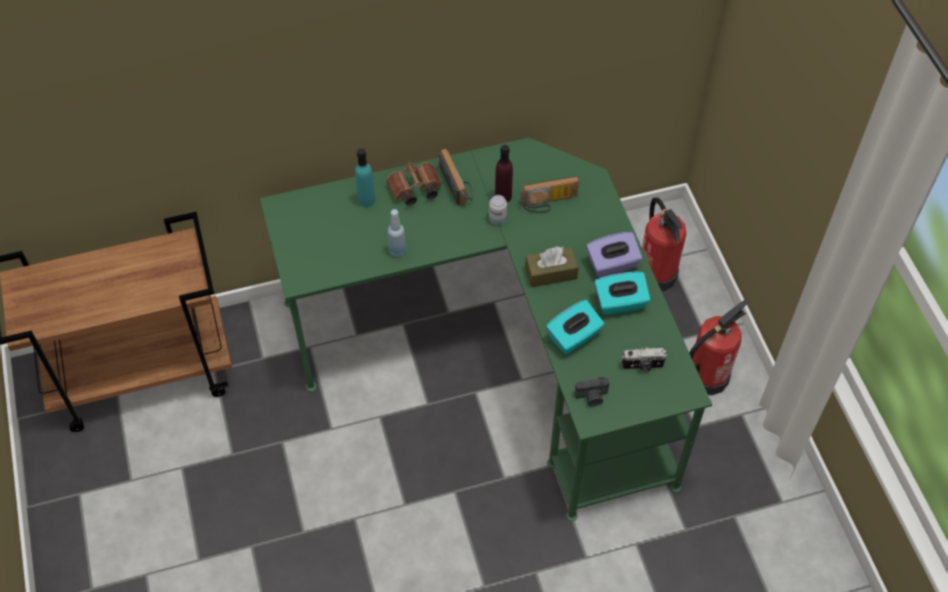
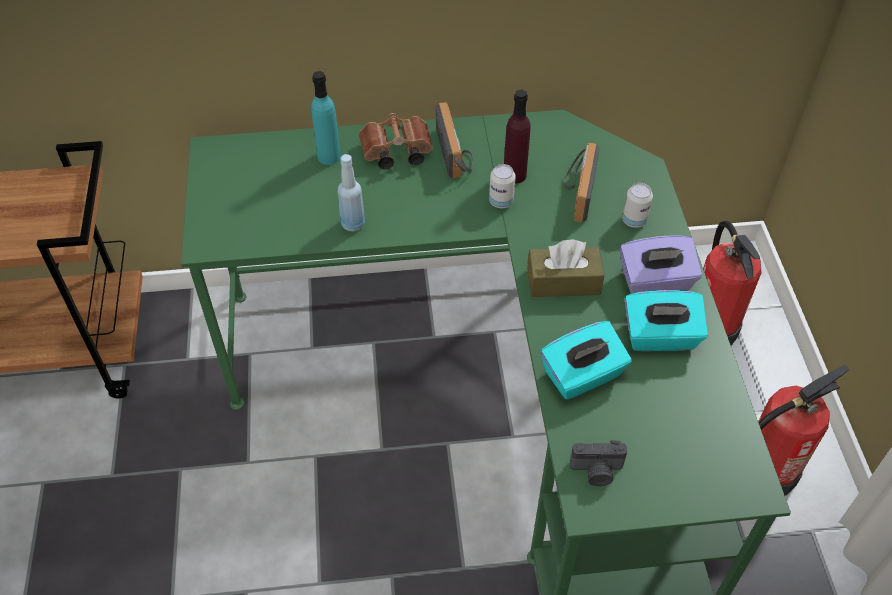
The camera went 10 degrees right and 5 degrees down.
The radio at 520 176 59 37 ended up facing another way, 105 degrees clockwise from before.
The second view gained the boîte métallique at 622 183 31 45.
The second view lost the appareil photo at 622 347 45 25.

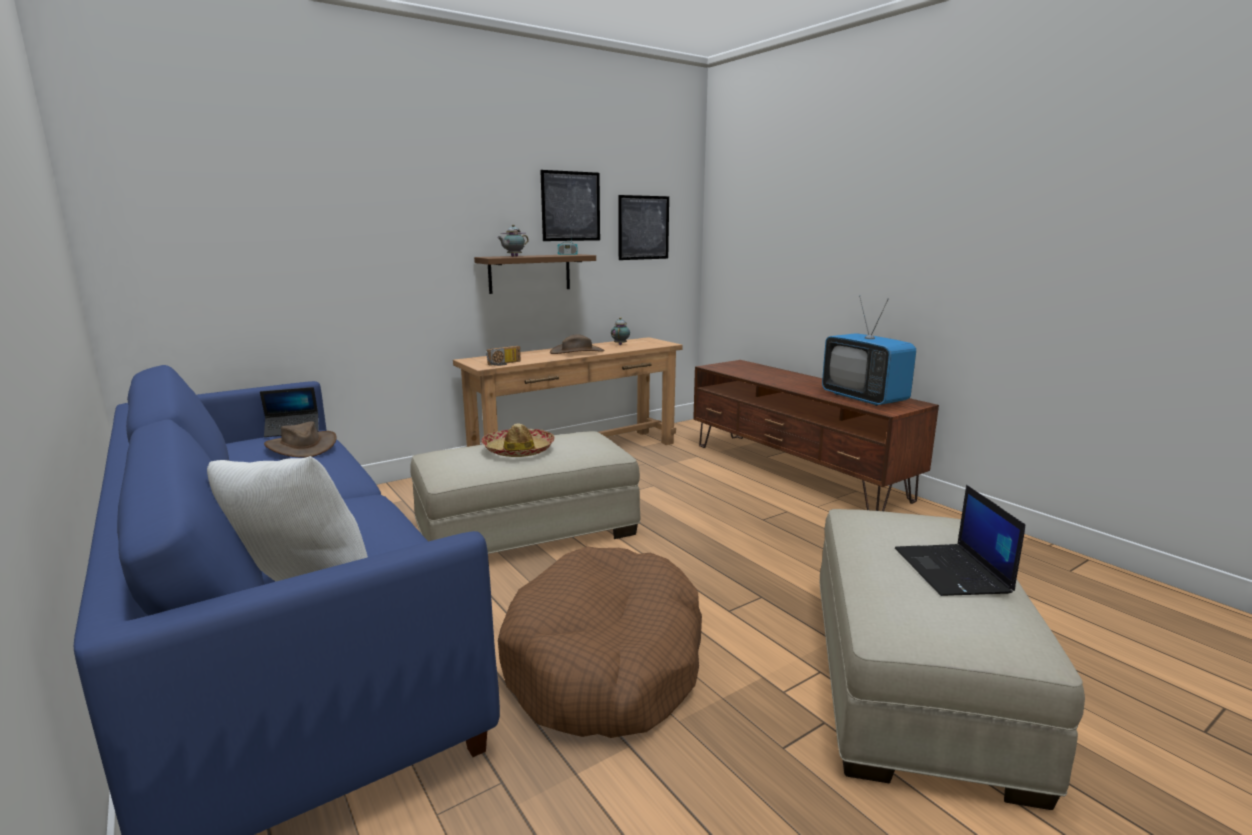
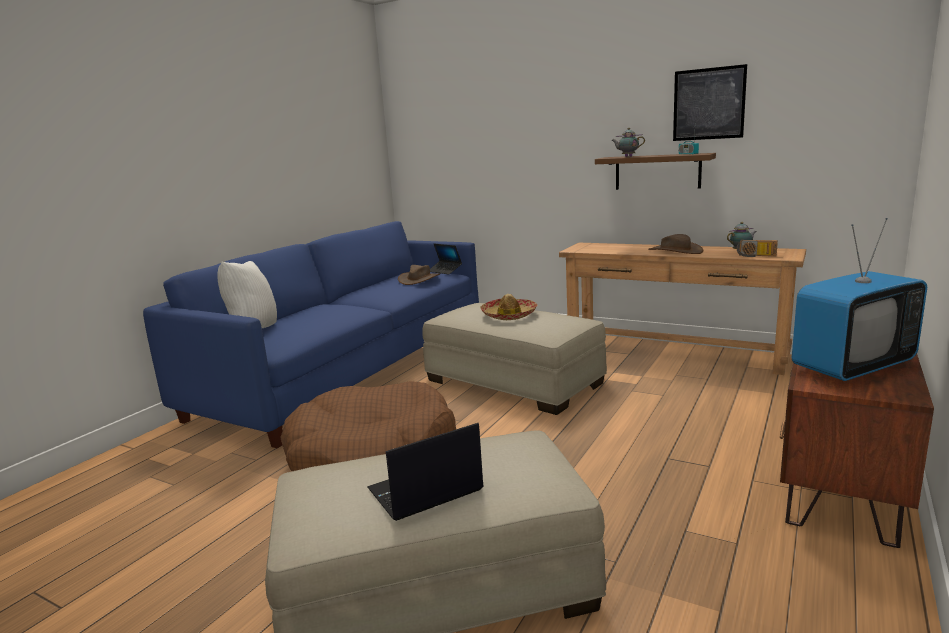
The camera went 65 degrees right and 0 degrees up.
The radio ended up elsewhere, having gone from 486 346 35 20 to 737 240 41 17.
The téléviseur at 822 295 94 111 ended up facing another way, 150 degrees counterclockwise from before.
The second view lost the tableau at 618 195 51 65.

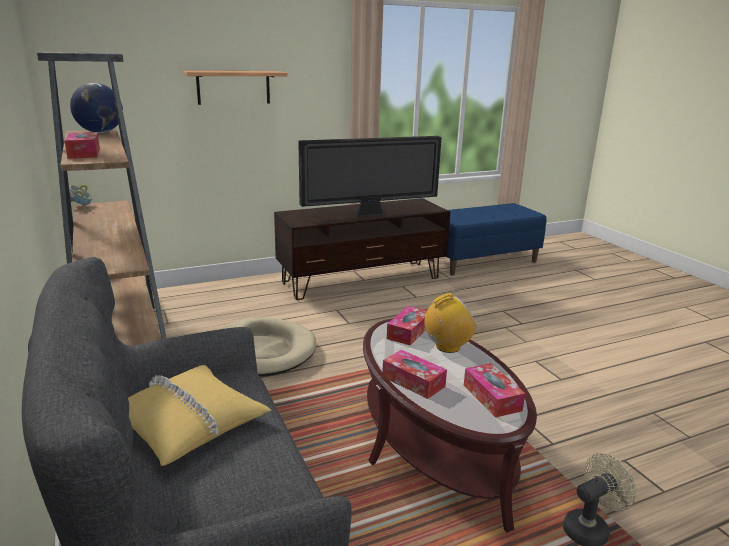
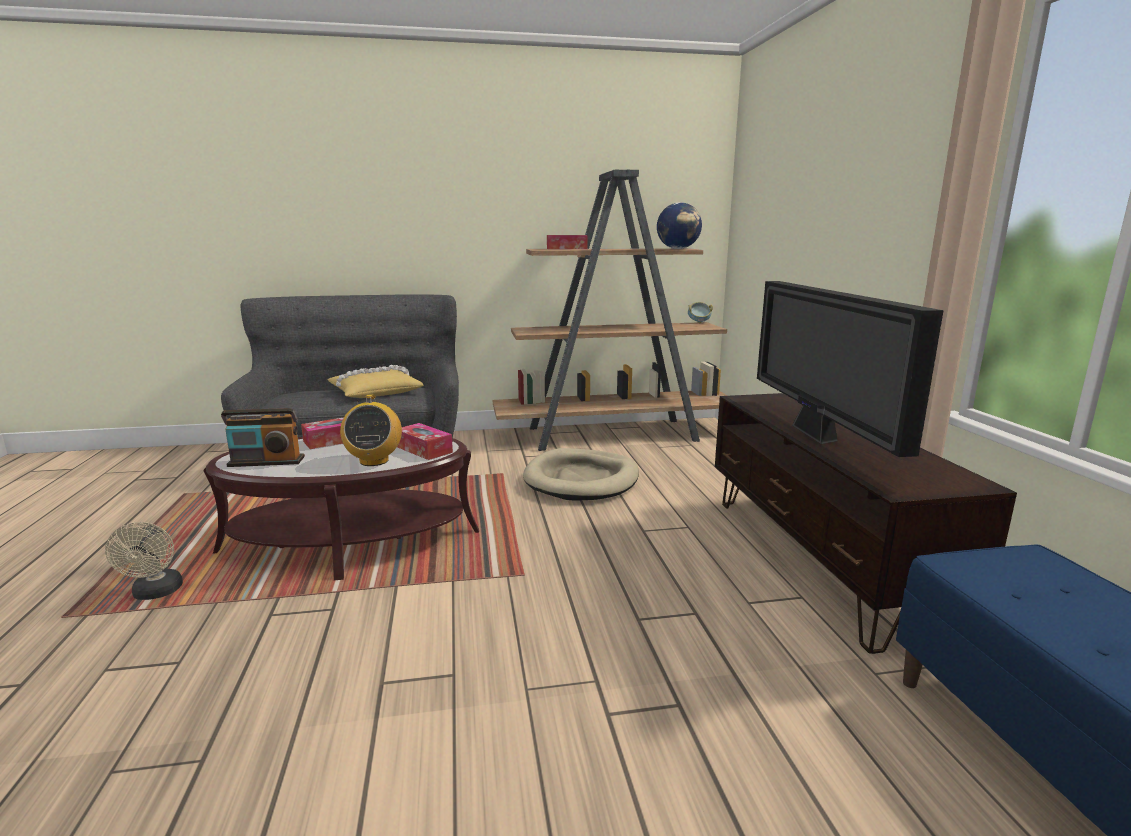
The camera went 105 degrees right and 5 degrees down.
Where the boîte à mouchoirs stood at 464 363 61 55, the radio came to stand at 221 408 84 59.
The second view lost the étagère at 183 71 105 34.

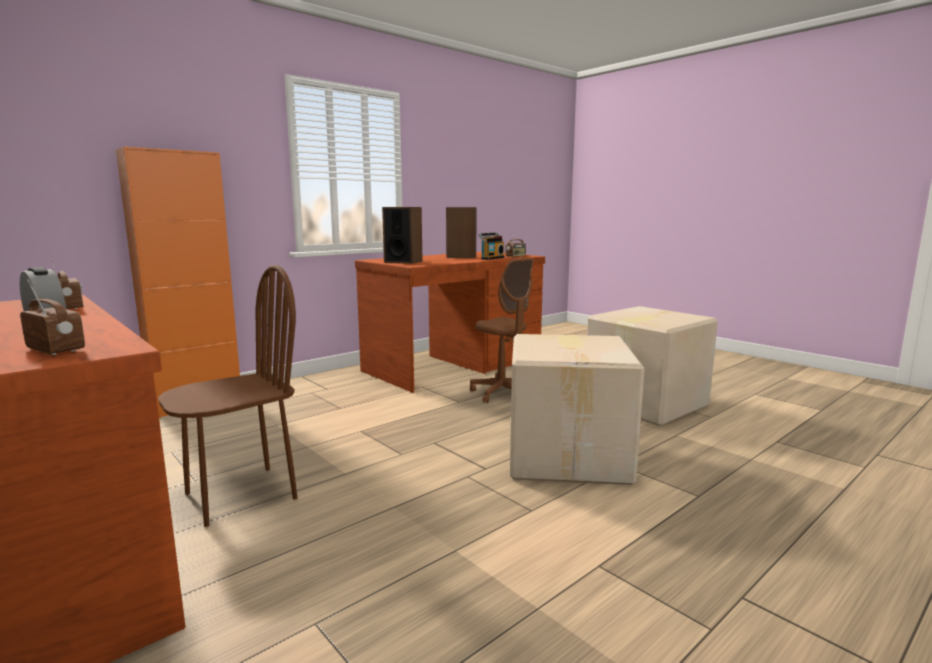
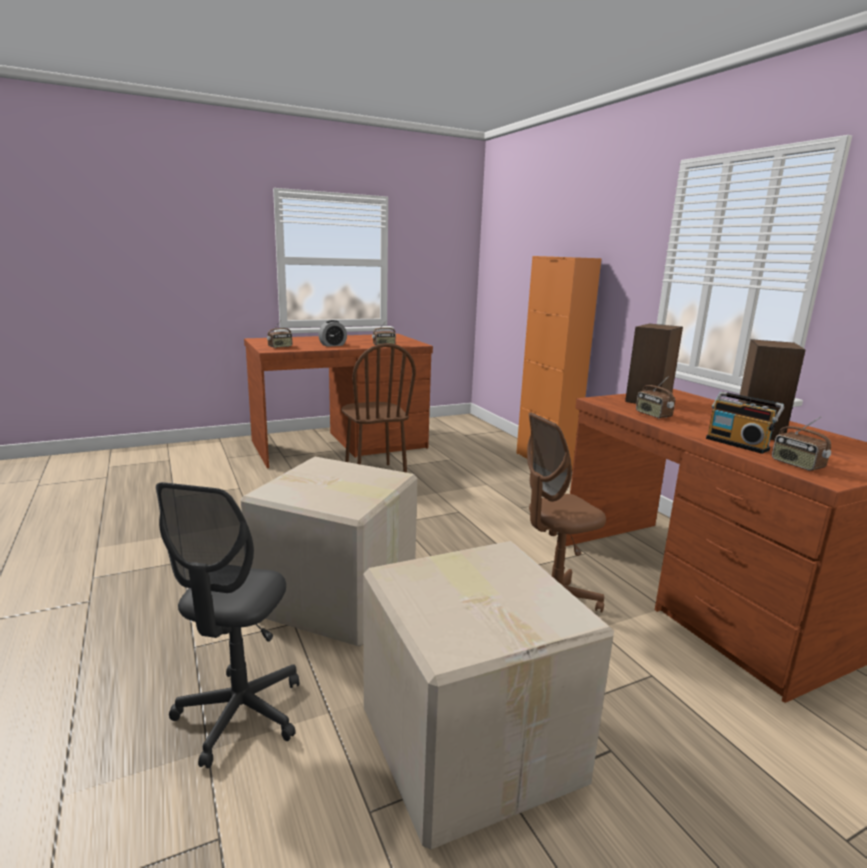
The camera went 105 degrees right and 5 degrees up.
The second view gained the chaise de bureau (gris) at 156 482 143 286.
The second view gained the radio at 636 376 39 43.

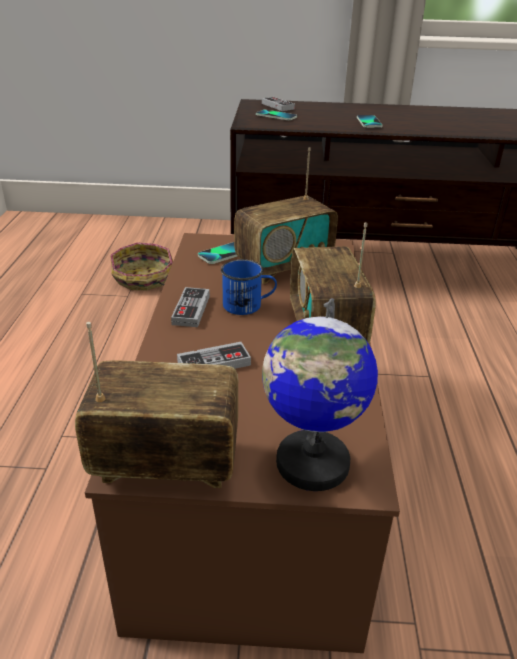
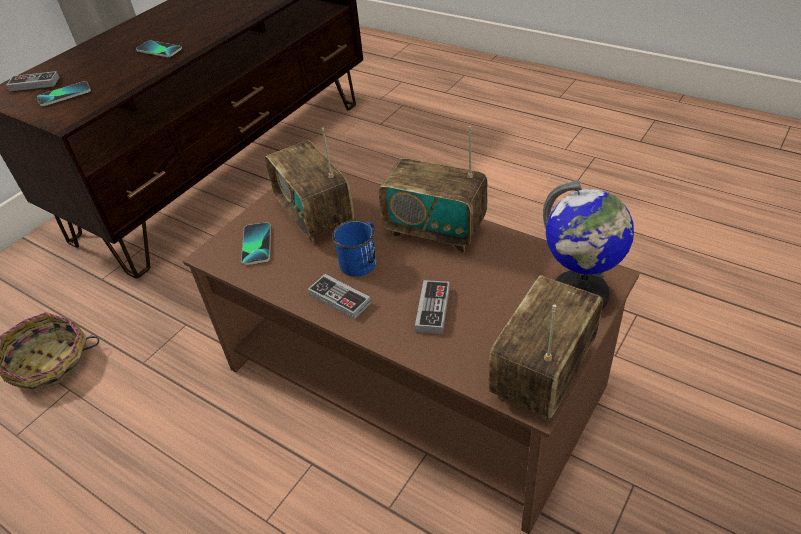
The camera went 55 degrees left and 10 degrees up.
The radio at 234 147 104 137 ended up facing another way, 150 degrees clockwise from before.

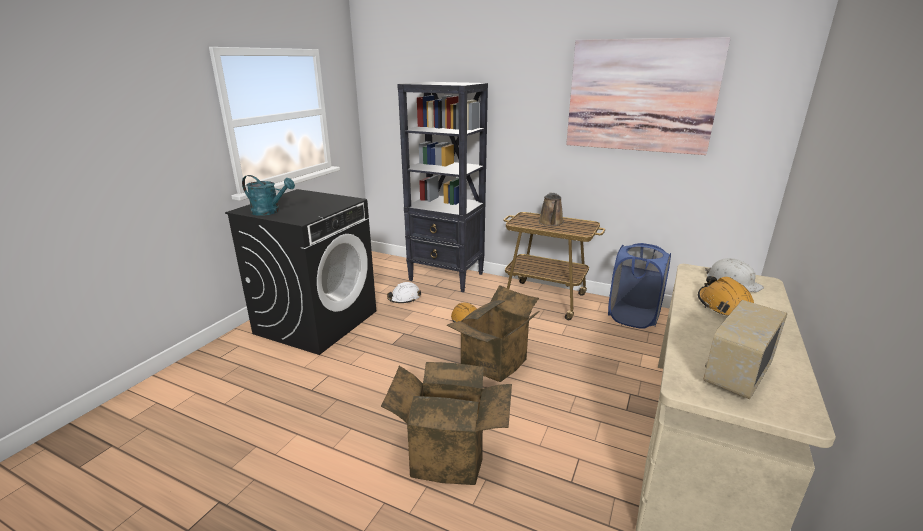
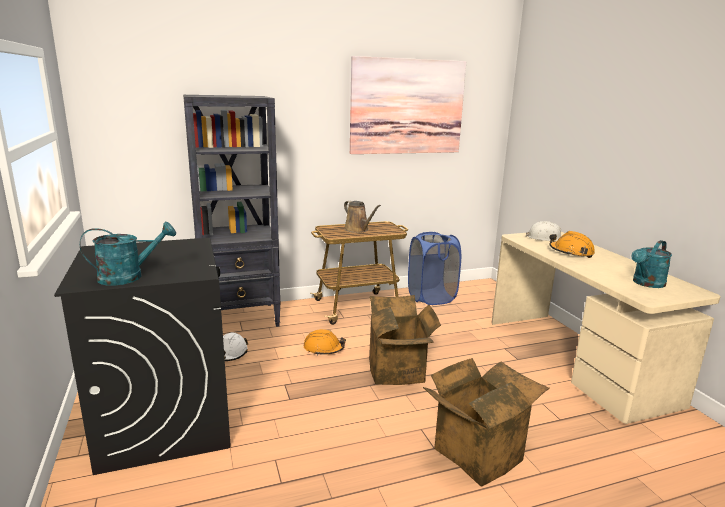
The camera went 45 degrees left and 5 degrees down.
Where the radio stood at 703 300 84 99, the arrosoir (turquoise) came to stand at 631 240 41 48.

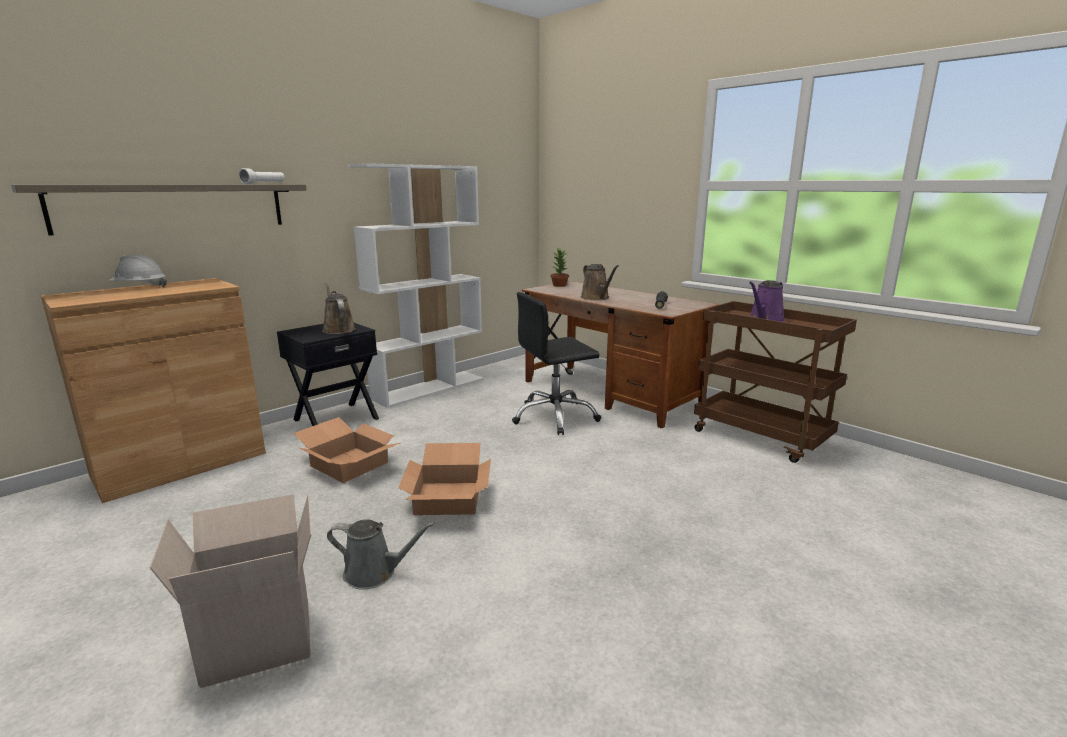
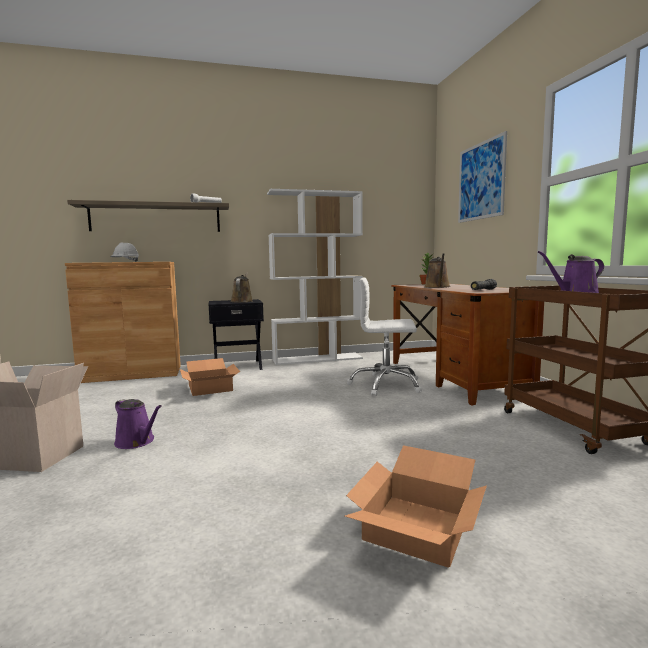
The camera went 30 degrees right and 10 degrees down.
What was the arrosoir (gris) at 327 519 108 71 turned into the arrosoir (violet) at 114 399 48 50.
The carton ended up elsewhere, having gone from 398 443 93 72 to 345 445 142 123.
What was the chaise de bureau (noir) at 512 292 89 143 turned into the chaise de bureau (blanc) at 347 277 75 119.
The second view gained the tableau at 458 131 49 92.

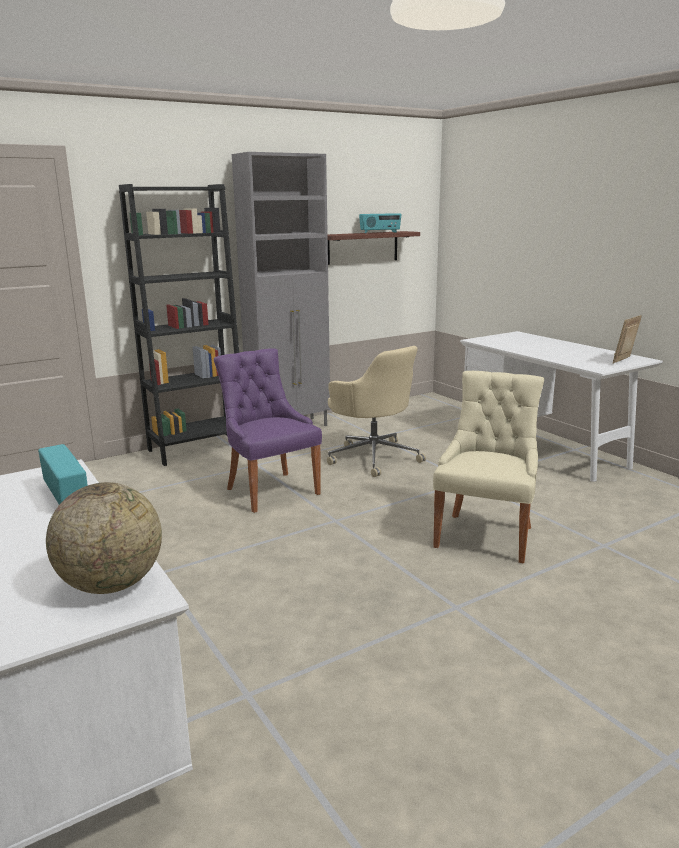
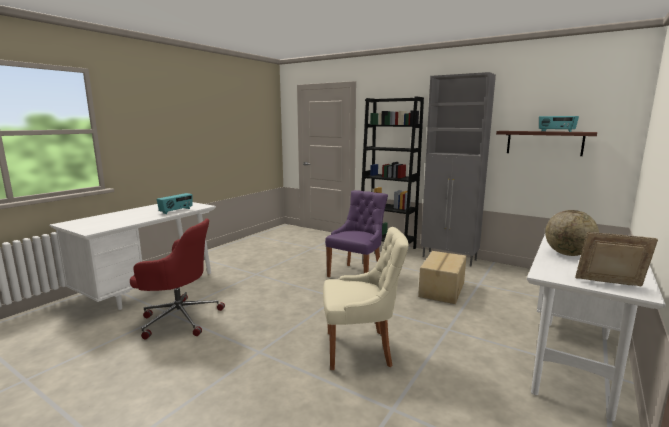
The camera went 65 degrees right and 5 degrees down.
The second view gained the chaise de bureau (rouge) at 130 218 95 122.
Where the chaise de bureau (beige) stood at 327 346 99 131, the carton came to stand at 418 251 48 53.
The globe ended up elsewhere, having gone from 46 482 116 112 to 545 210 54 46.

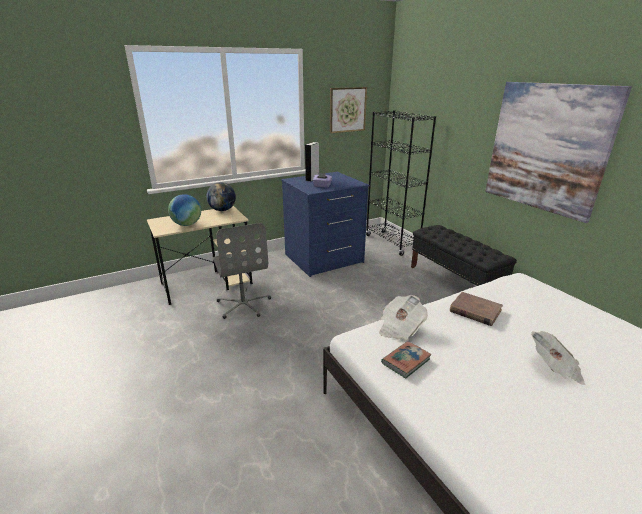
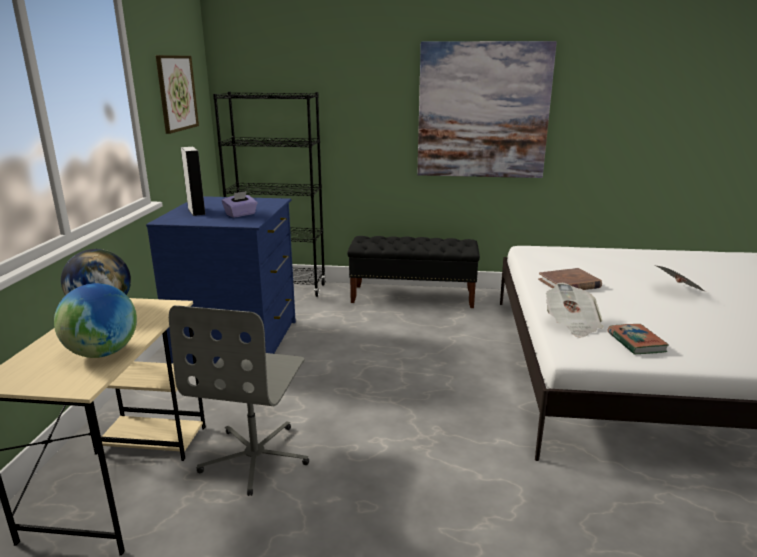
The camera went 55 degrees left and 5 degrees down.
The chaise de bureau (gris) at 213 223 58 96 ended up facing another way, 90 degrees clockwise from before.

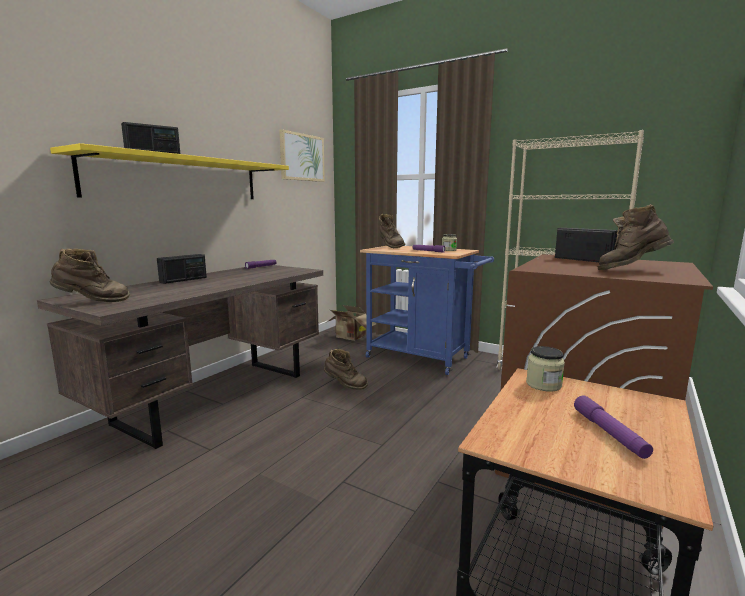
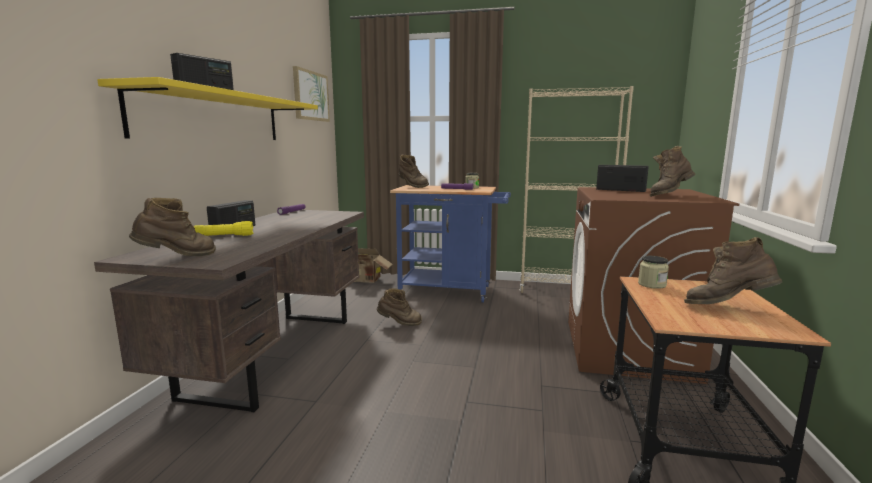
The camera went 20 degrees left and 0 degrees up.
The second view gained the lampe de poche (jaune) at 193 221 60 15.
Where the lampe de poche (violet) stood at 574 395 79 64, the botte (marron) came to stand at 684 237 98 67.

